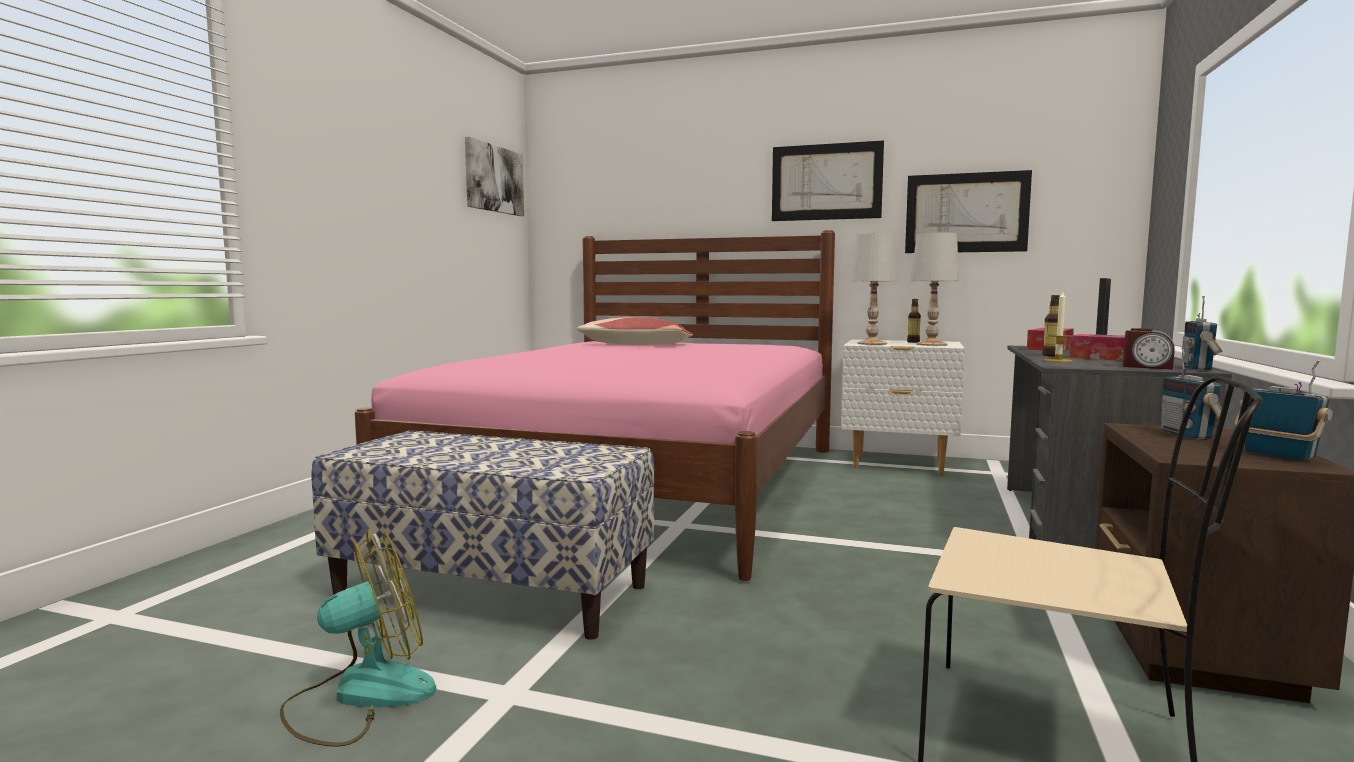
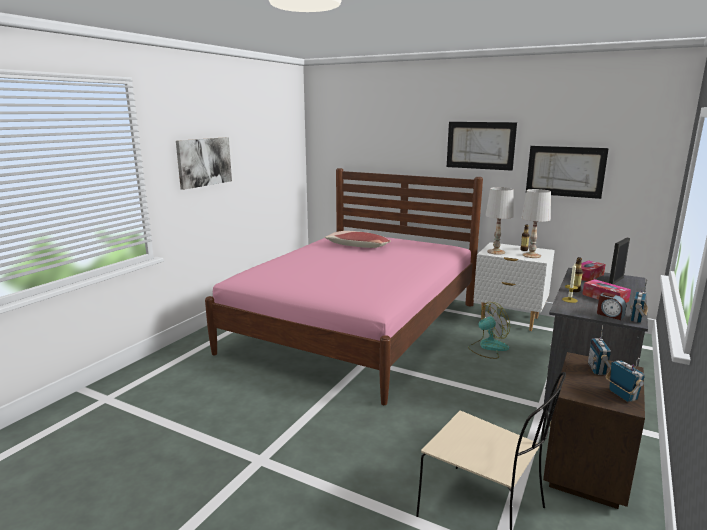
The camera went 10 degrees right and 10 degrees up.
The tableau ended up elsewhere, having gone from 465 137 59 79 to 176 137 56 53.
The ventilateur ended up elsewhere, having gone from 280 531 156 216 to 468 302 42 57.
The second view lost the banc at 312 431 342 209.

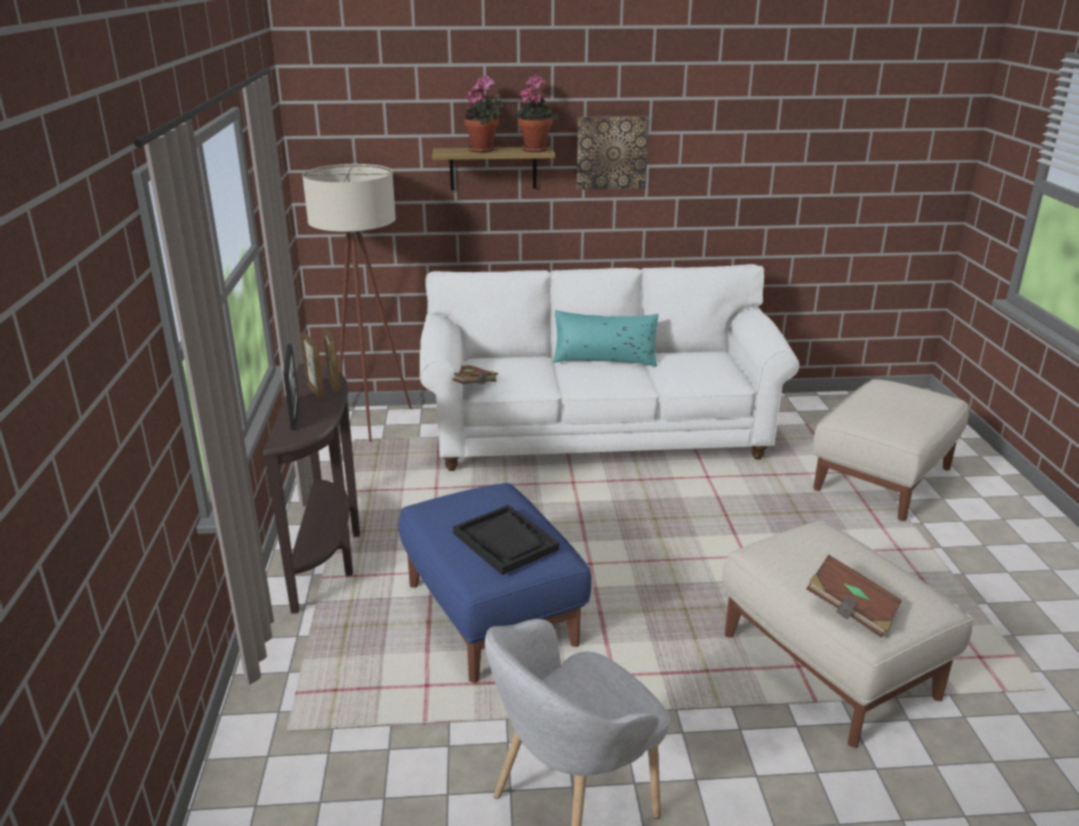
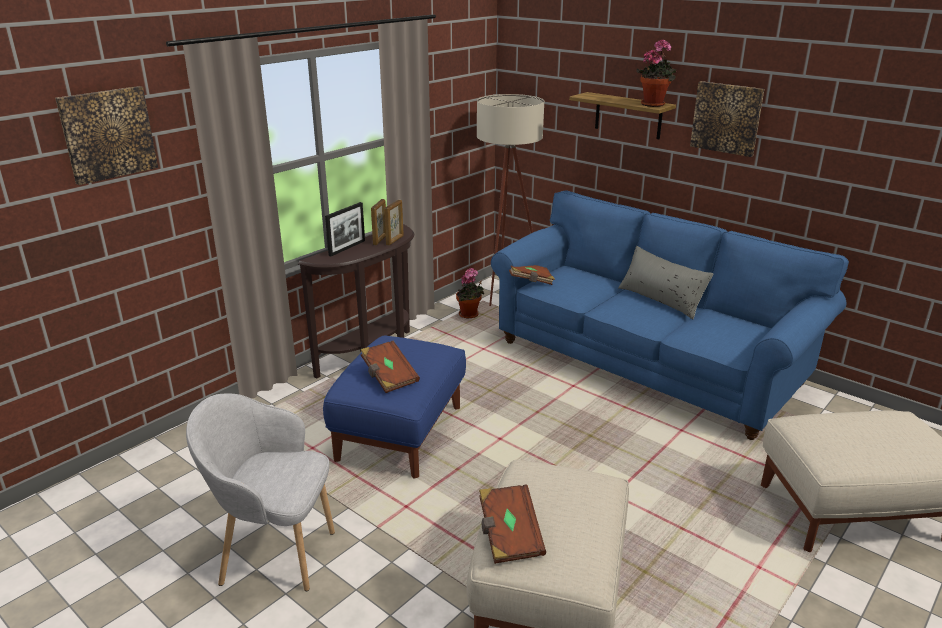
The camera went 45 degrees right and 0 degrees up.
The second view gained the tableau at 55 86 103 99.
Where the plateau (noir) stood at 453 505 106 70, the livre (marron) came to stand at 361 341 59 52.
The plante en pot ended up elsewhere, having gone from 464 75 40 78 to 456 268 28 50.
What was the canapé (blanc) at 420 264 379 207 turned into the canapé (bleu) at 491 191 358 249.
What was the coussin (turquoise) at 553 310 105 57 turned into the coussin (gris) at 618 246 96 73.

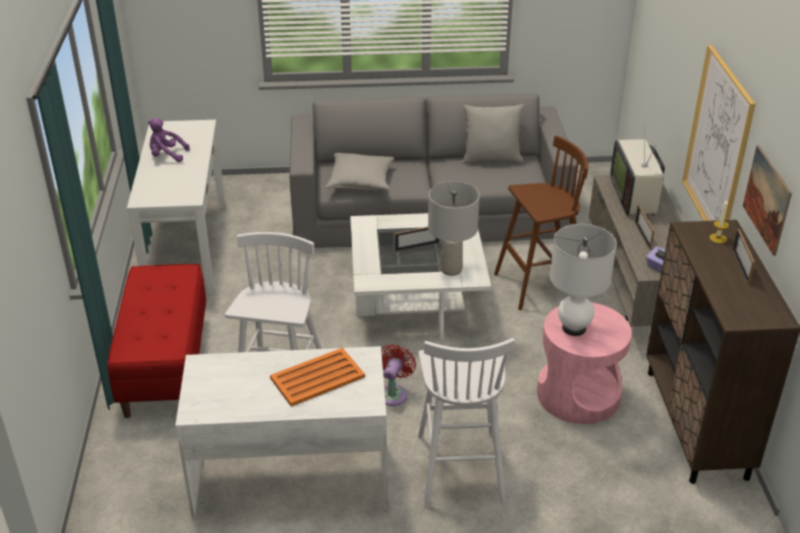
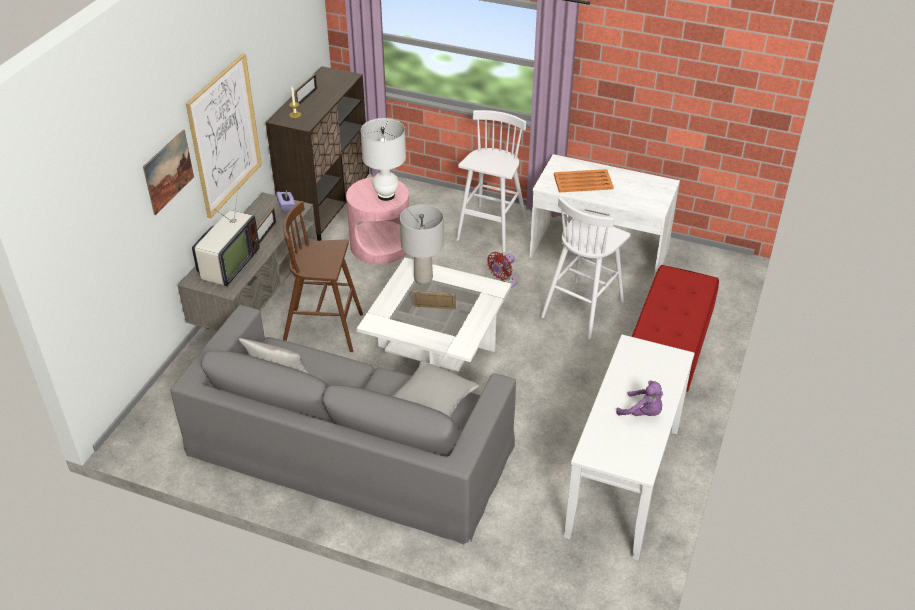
The camera went 155 degrees left and 5 degrees up.
The tableau ended up elsewhere, having gone from 743 145 49 111 to 143 130 51 85.

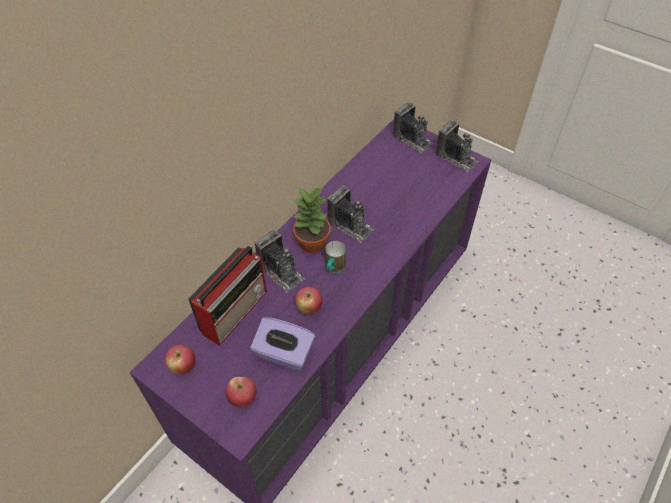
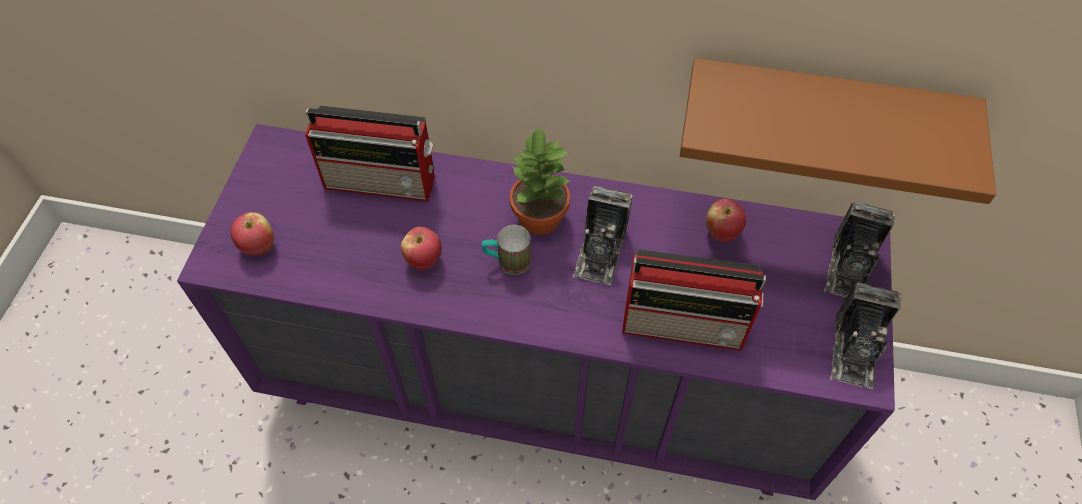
The camera went 65 degrees right and 5 degrees up.
The second view gained the radio at 622 249 144 102.
The second view gained the étagère (marron) at 680 58 316 146.
The pomme ended up elsewhere, having gone from 165 344 30 30 to 706 199 40 43.
The second view lost the boîte à mouchoirs (violet) at 250 317 65 54.
The second view lost the appareil photo at 255 230 50 63.

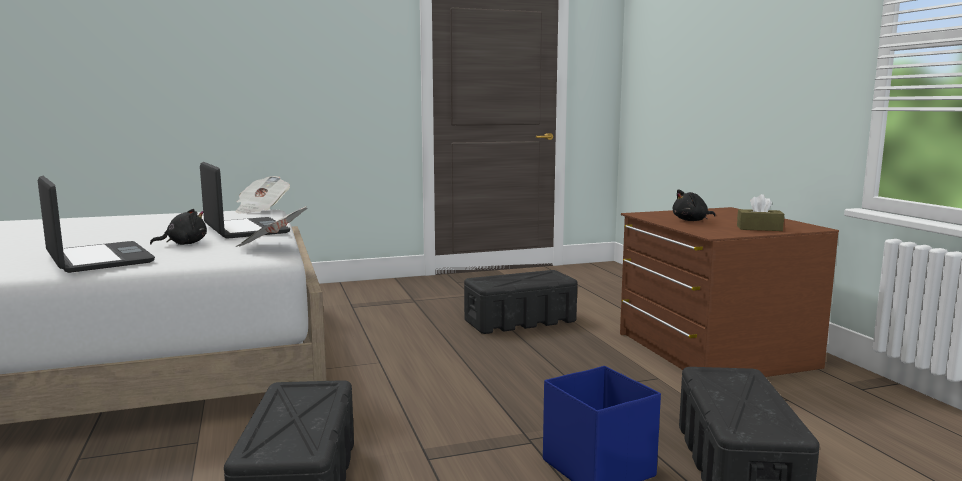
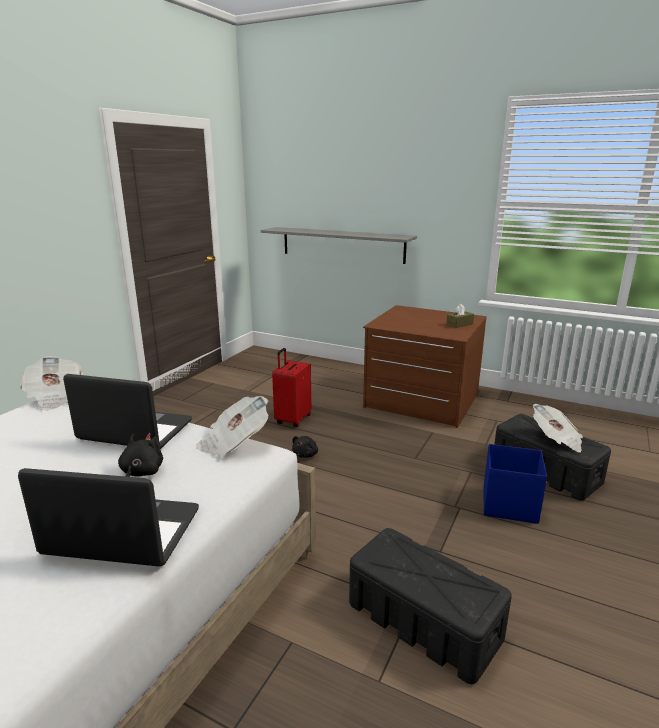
The camera went 45 degrees left and 10 degrees up.
The second view gained the étagère (gris) at 261 227 156 37.
Where the boîte de rangement (noir) stood at 464 270 113 64, the valise (rouge) came to stand at 272 348 39 79.
The peluche (noir) ended up elsewhere, having gone from 673 190 43 31 to 292 436 26 22.
The second view gained the journal at 533 404 50 49.

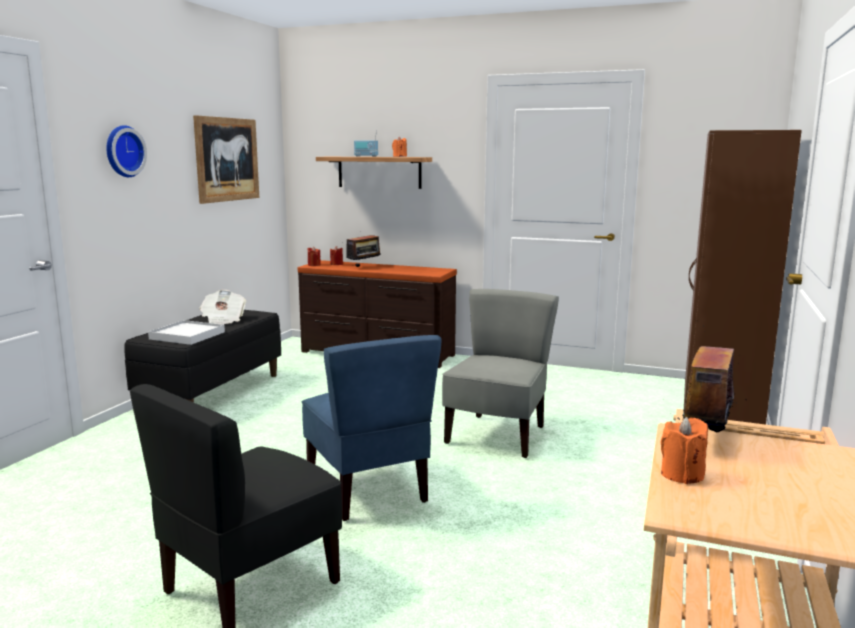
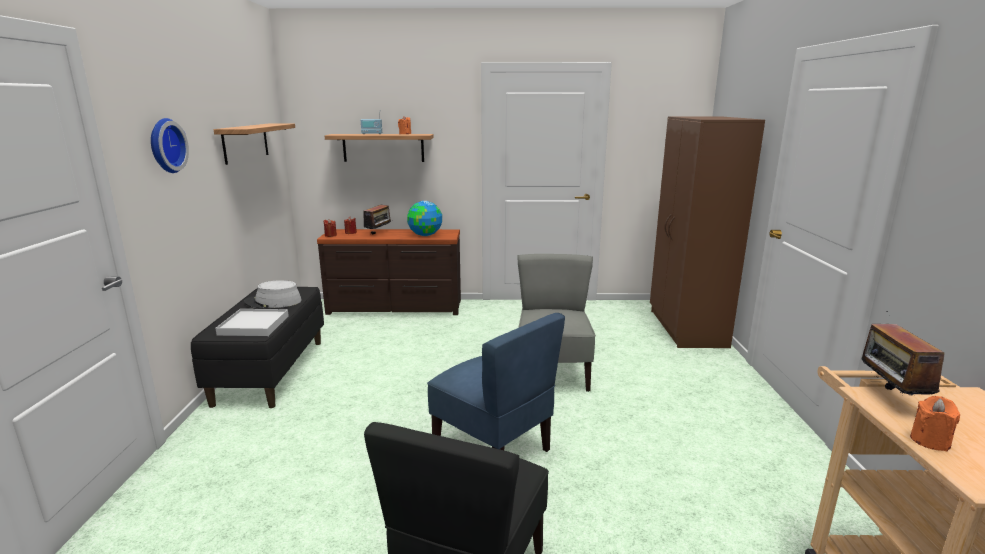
The camera went 20 degrees left and 5 degrees up.
Where the tableau hung at 193 115 66 89, the étagère came to hang at 214 124 81 41.
Where the journal stood at 199 290 48 35, the chapeau (gris) came to stand at 244 280 58 29.
The second view gained the globe at 407 201 35 35.

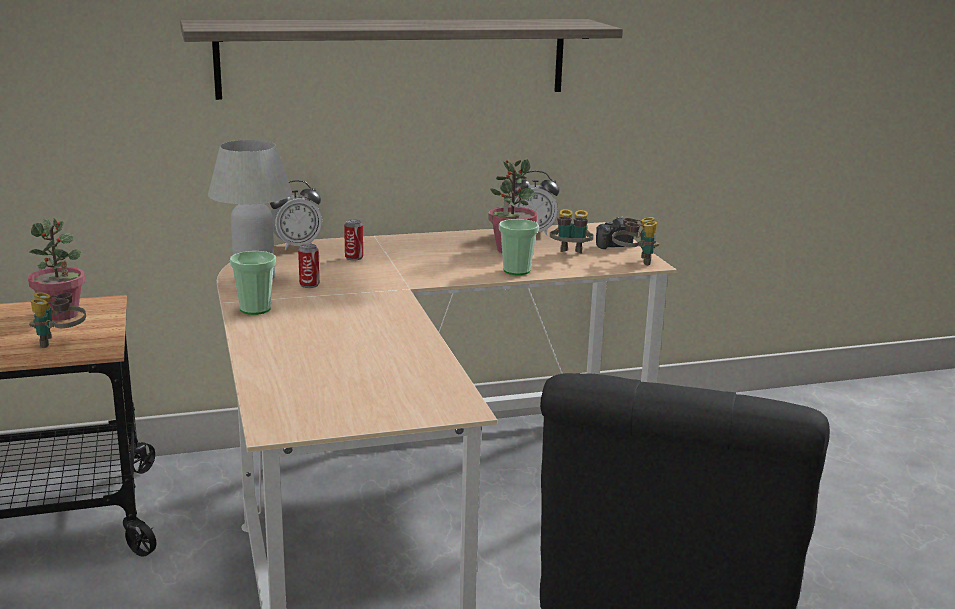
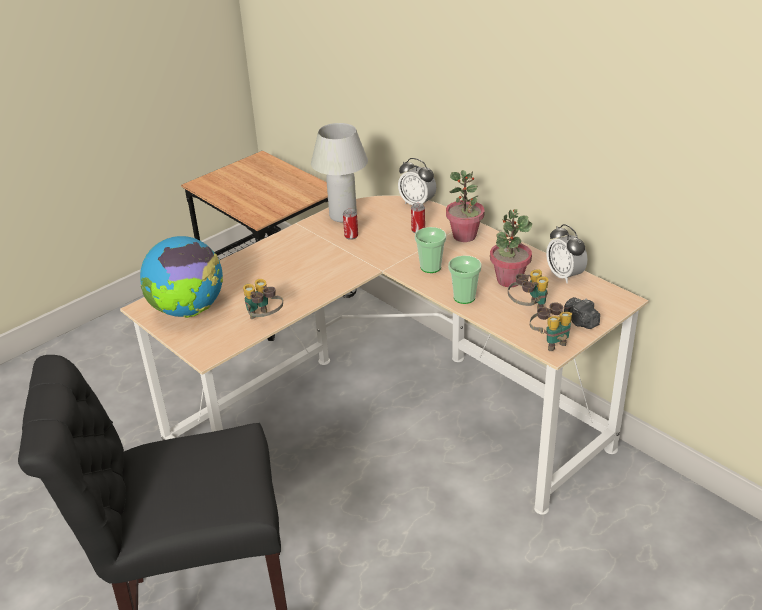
The camera went 65 degrees right and 15 degrees up.
The second view gained the globe at 140 236 83 82.
The jumelles ended up elsewhere, having gone from 29 292 57 56 to 243 279 40 40.
The tasse ended up elsewhere, having gone from 230 251 46 64 to 415 227 31 46.
The plante en pot ended up elsewhere, having gone from 28 218 57 103 to 446 170 38 72.
The second view lost the étagère at 180 19 443 81.

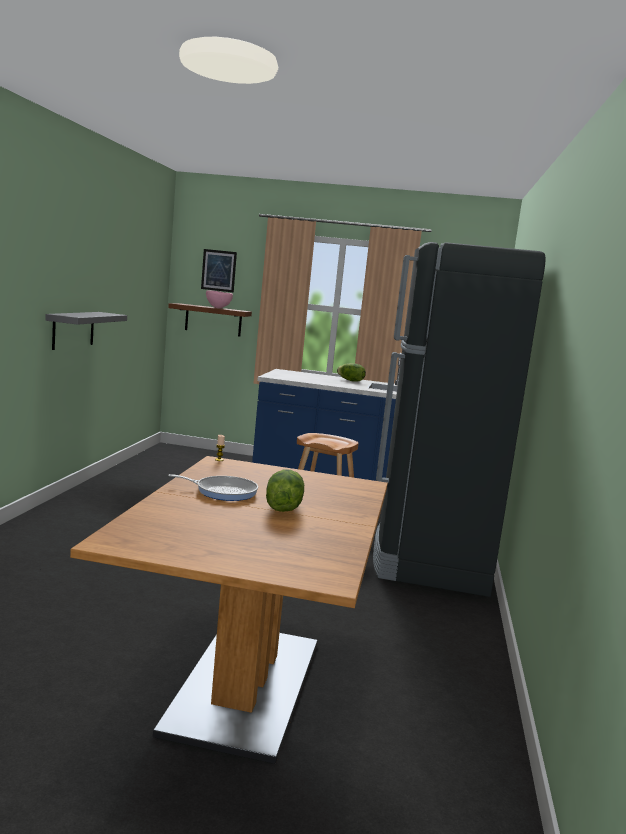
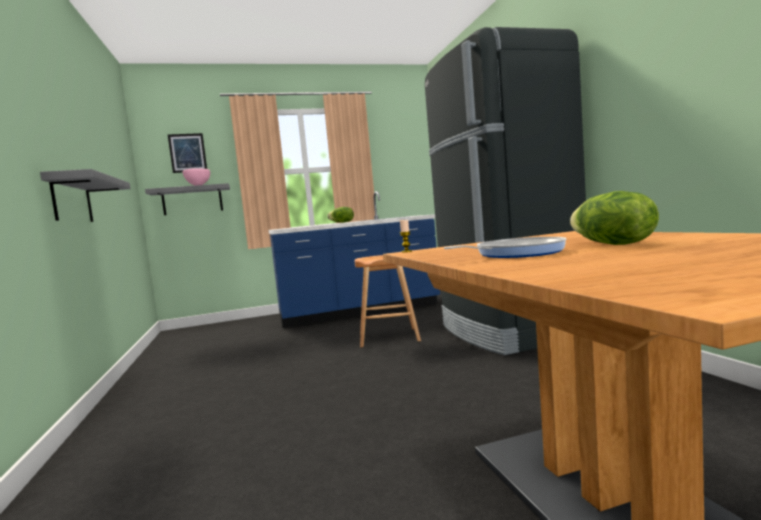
The camera went 25 degrees left and 5 degrees down.
What was the étagère (marron) at 168 303 84 33 turned into the étagère (gris) at 145 183 85 32.

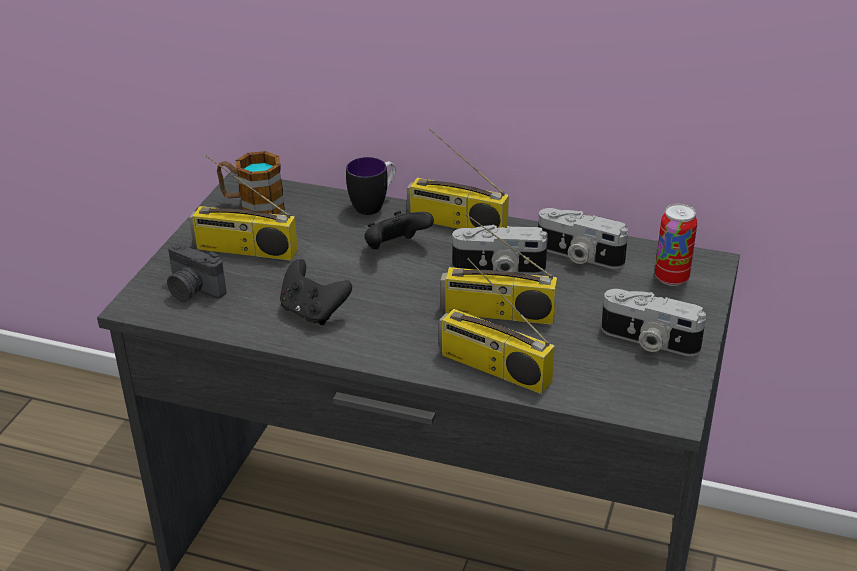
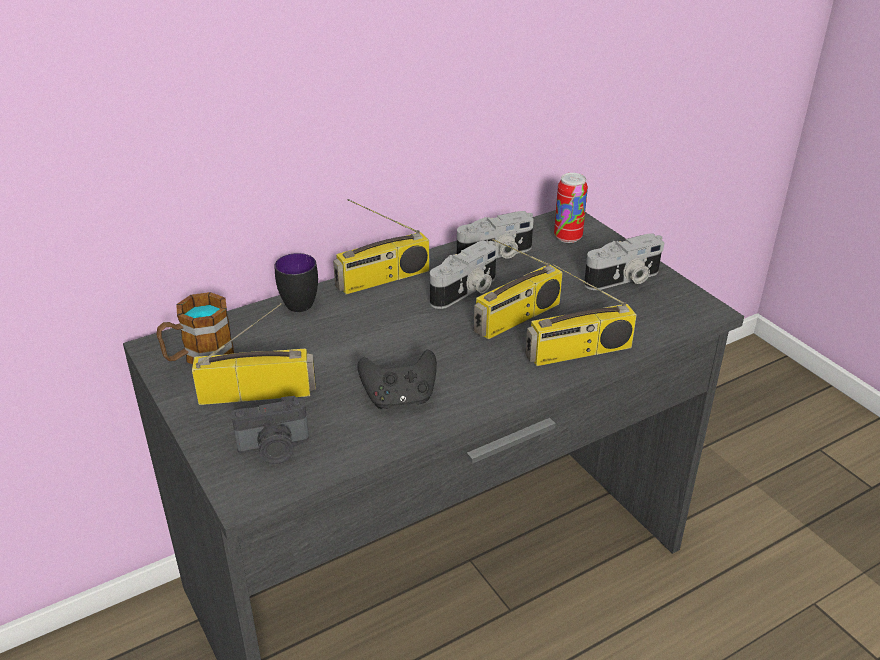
The camera went 50 degrees left and 0 degrees up.
The radio at 189 155 109 105 ended up facing another way, 150 degrees counterclockwise from before.
The second view lost the manette (noir) at 364 211 70 38.

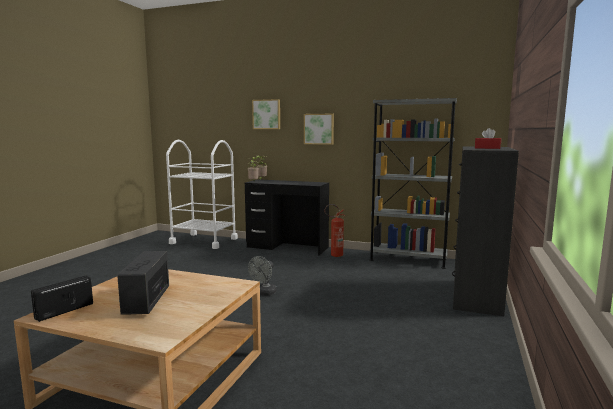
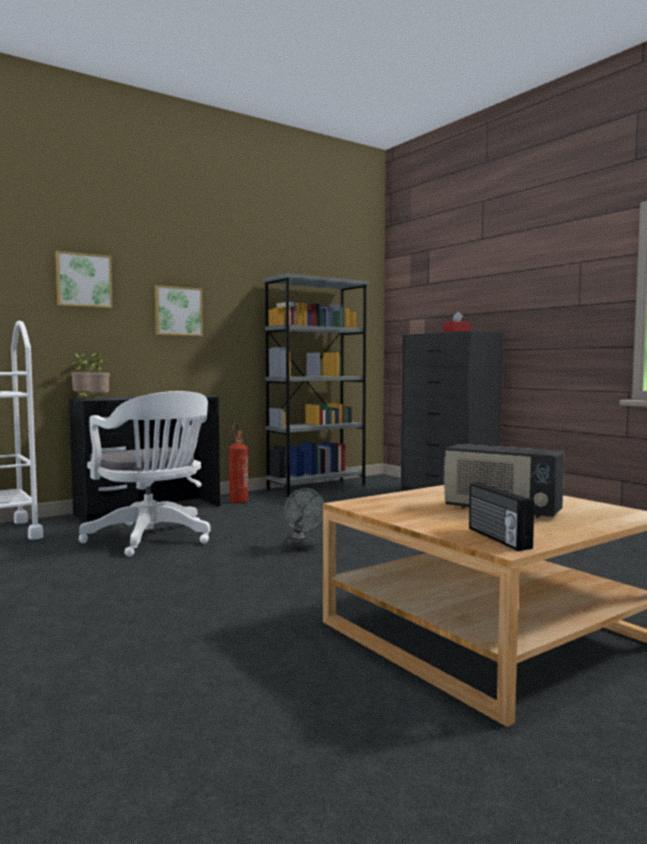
The camera went 55 degrees left and 5 degrees down.
The second view gained the chaise de bureau (blanc) at 79 391 132 166.

